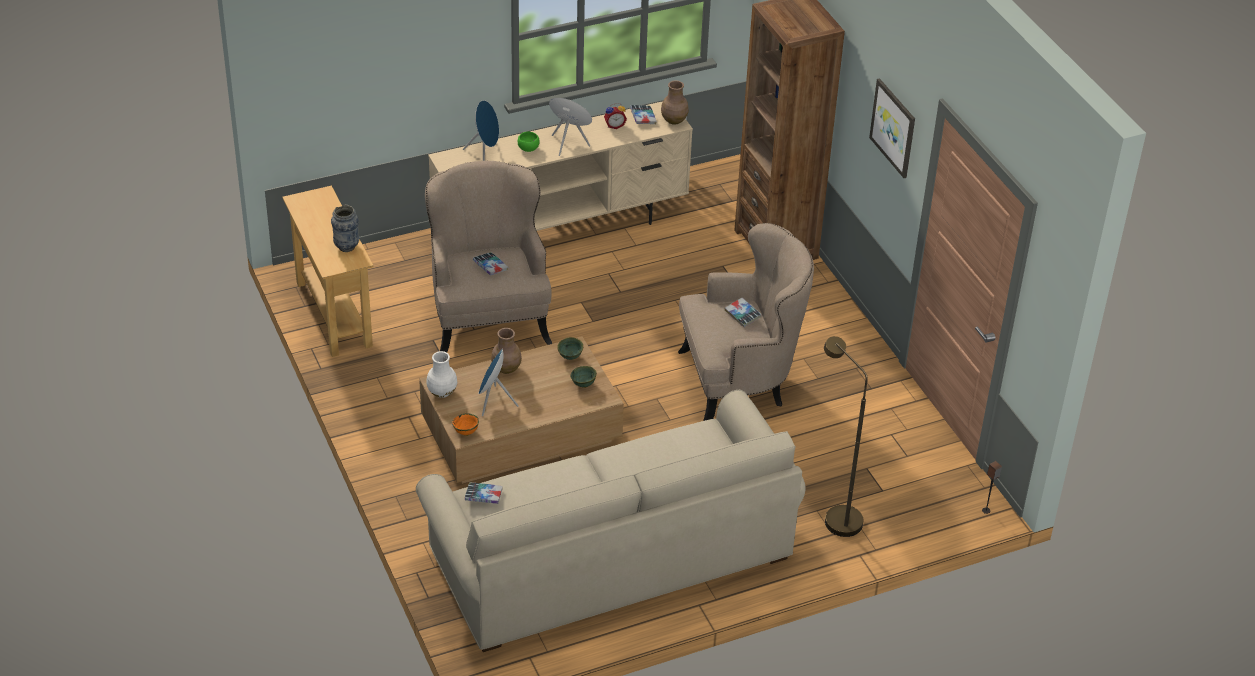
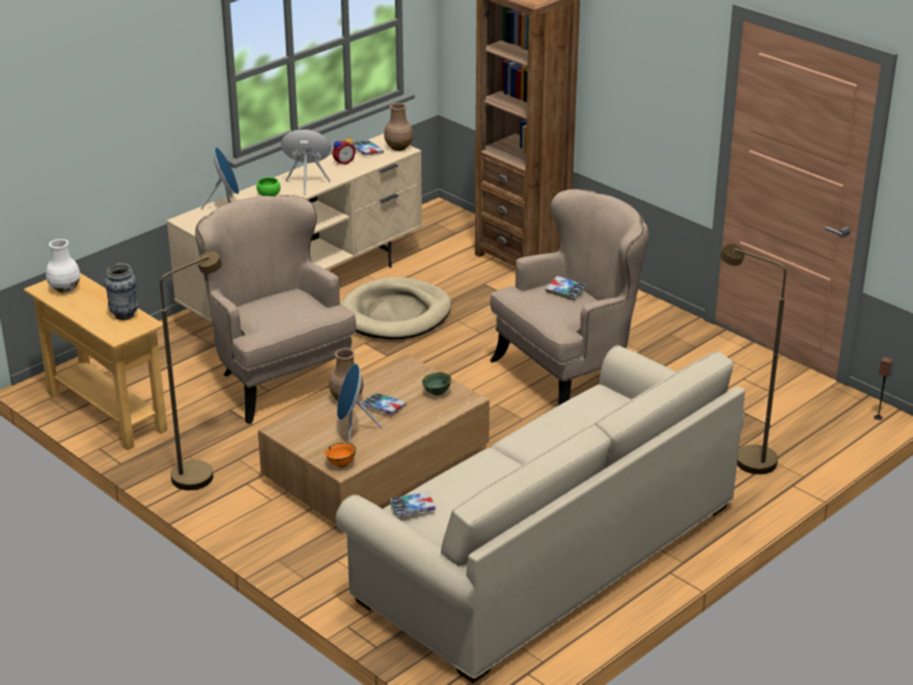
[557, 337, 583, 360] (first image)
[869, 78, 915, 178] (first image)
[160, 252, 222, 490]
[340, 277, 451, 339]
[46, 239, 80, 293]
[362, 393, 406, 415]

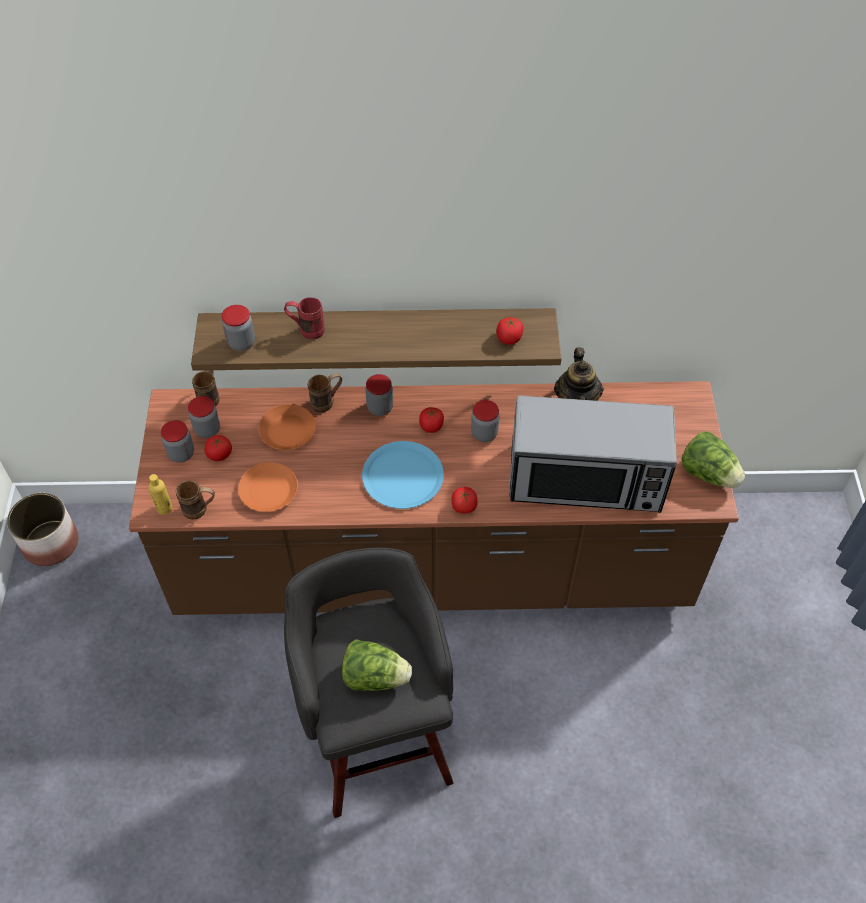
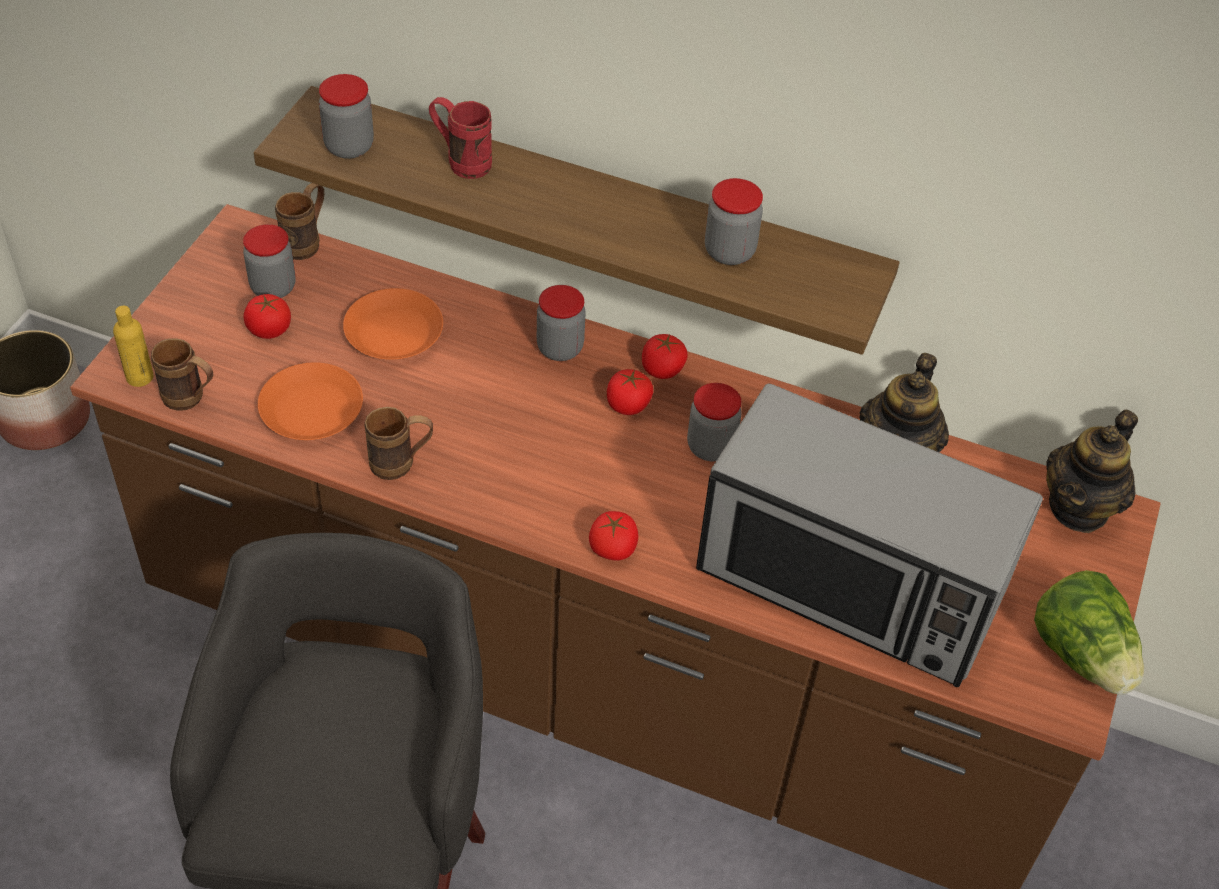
[342, 639, 412, 691] (first image)
[362, 441, 444, 509] (first image)
[1046, 410, 1138, 533]
[705, 178, 763, 265]
[364, 407, 433, 480]
[642, 334, 687, 379]

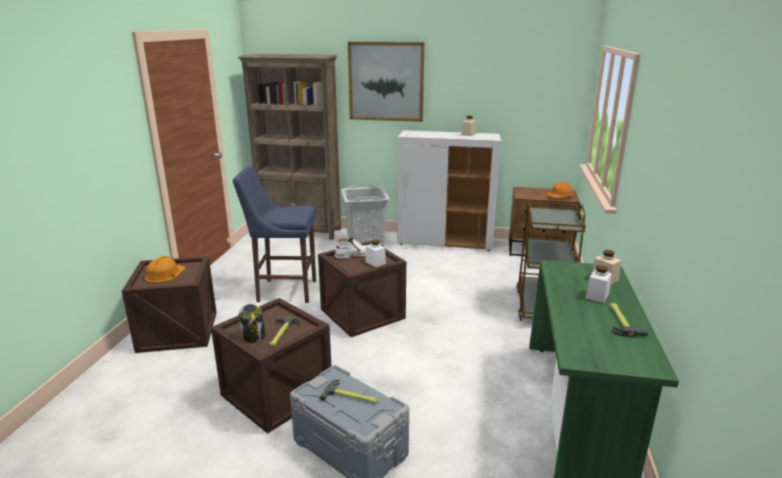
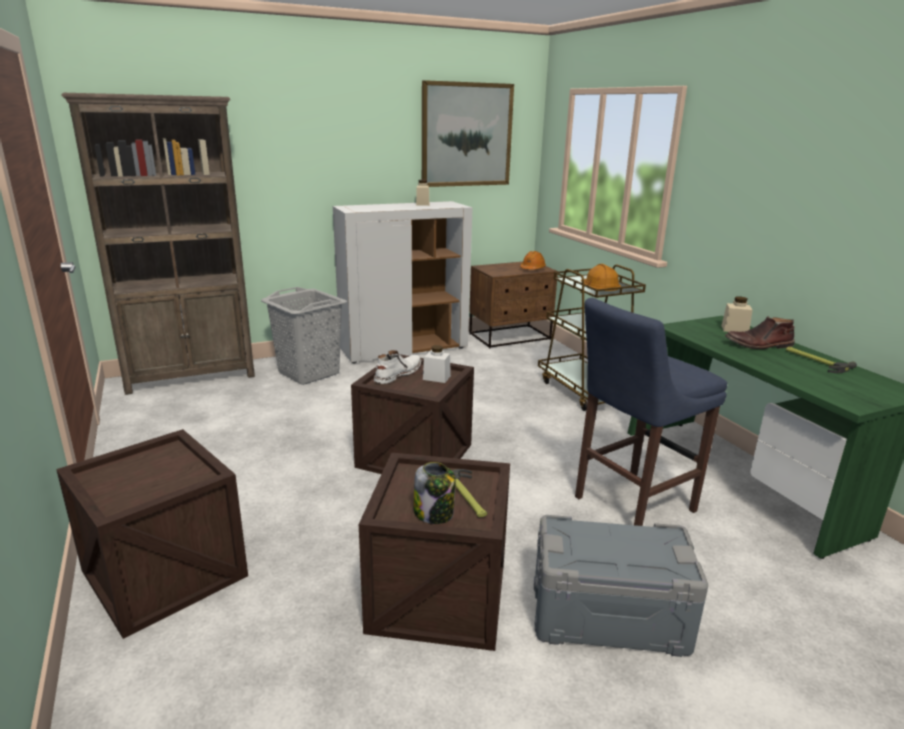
[320, 379, 378, 404] (first image)
[581, 264, 621, 291]
[575, 298, 727, 526]
[422, 80, 514, 187]
[725, 316, 795, 349]

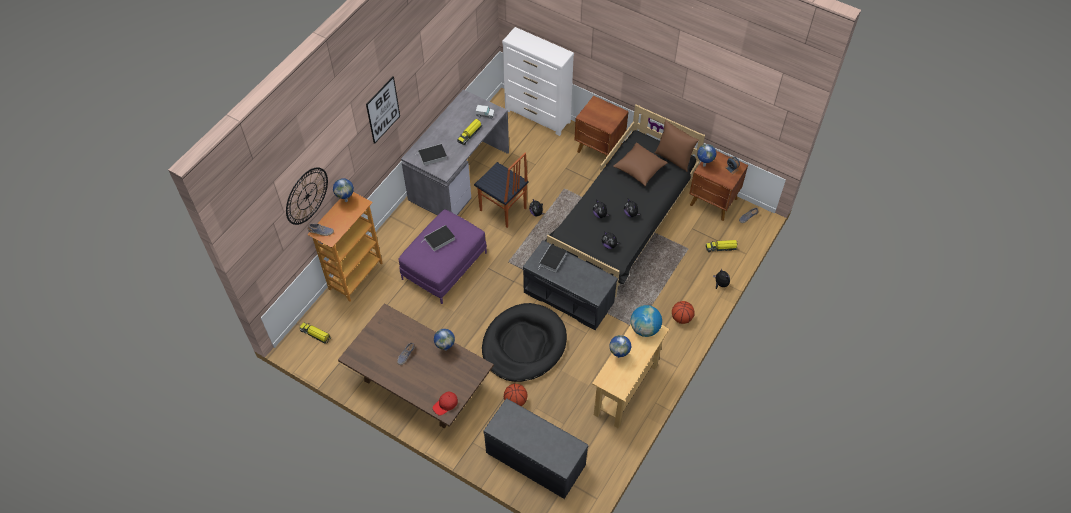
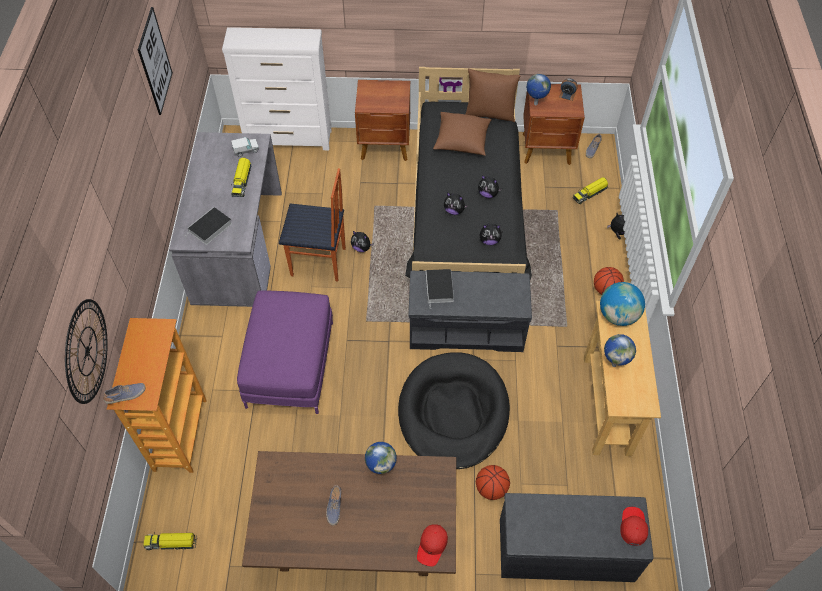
[333, 178, 354, 202] (first image)
[424, 225, 455, 251] (first image)
[620, 507, 648, 546]
[138, 7, 173, 115]

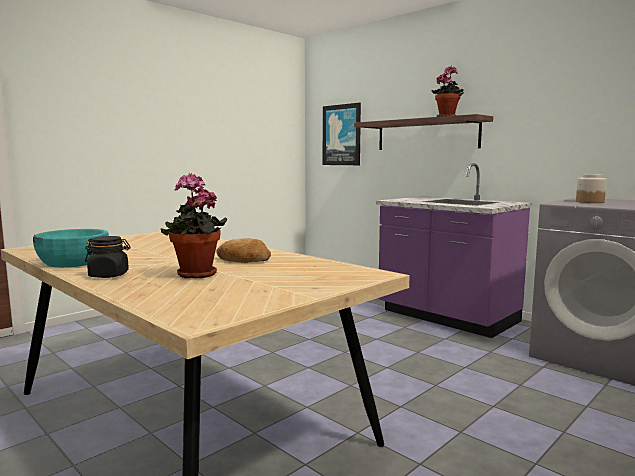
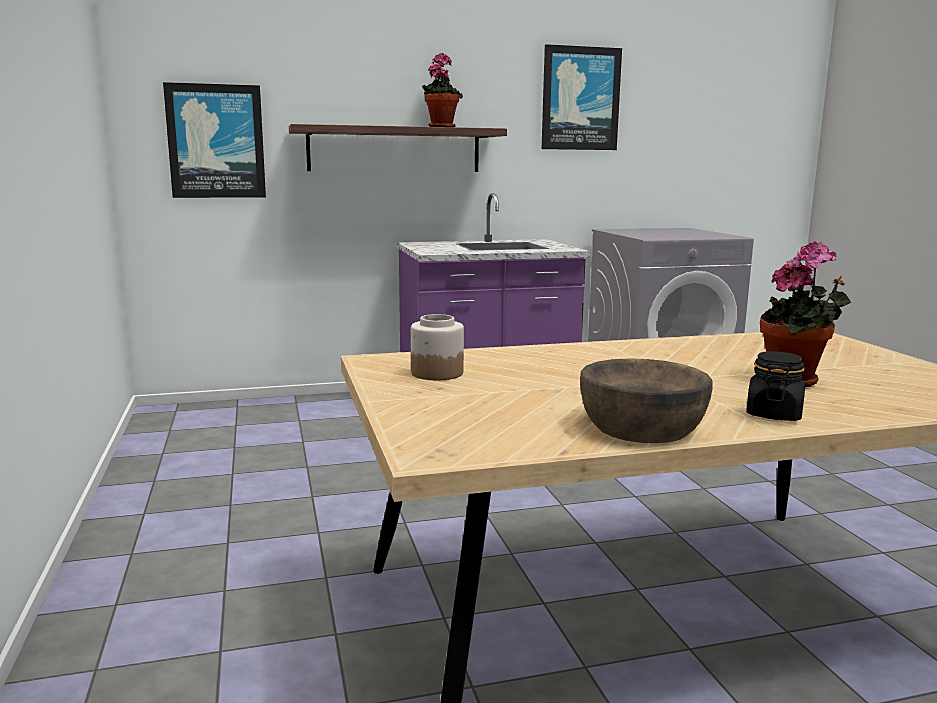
[216, 238, 271, 263] (first image)
[542, 44, 622, 150]
[411, 314, 464, 380]
[580, 358, 712, 443]

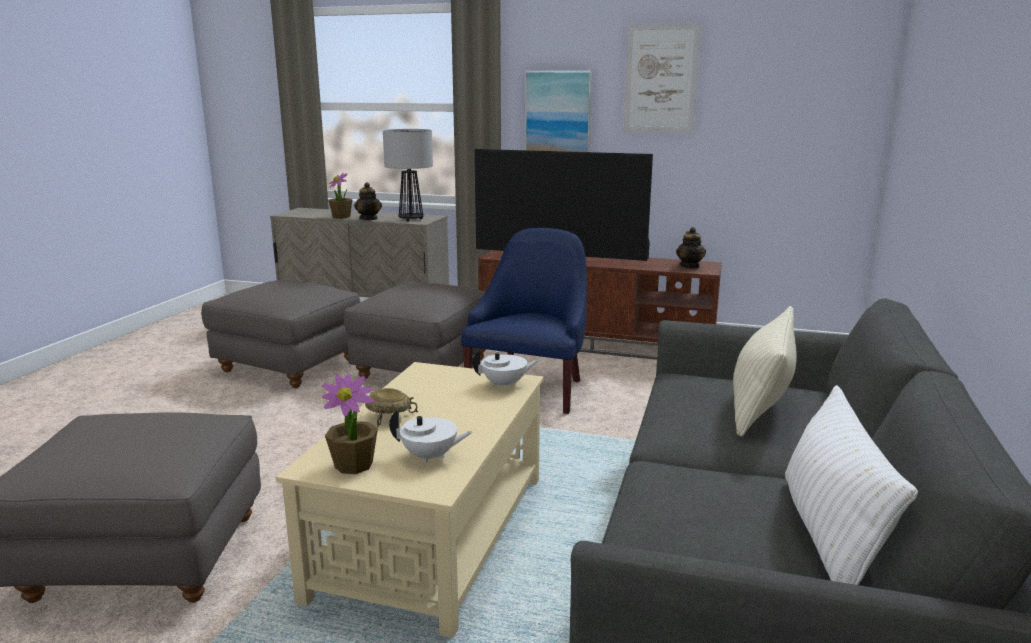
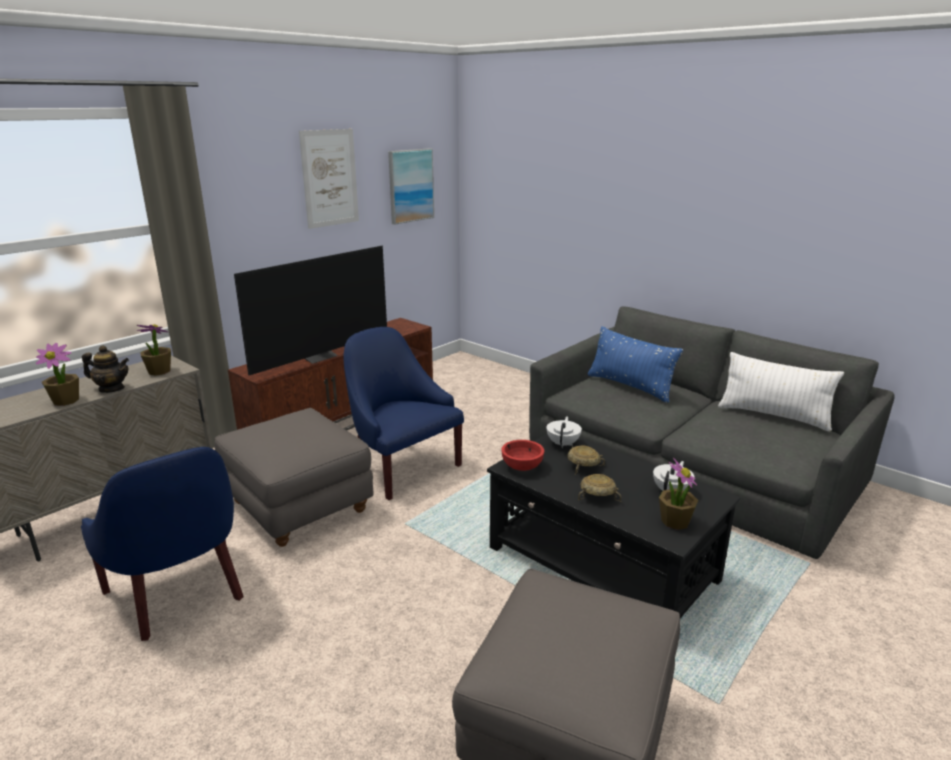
[676, 227, 706, 268] (first image)
[501, 440, 544, 471]
[567, 446, 605, 475]
[388, 148, 434, 225]
[81, 447, 244, 641]
[136, 324, 171, 376]
[487, 434, 740, 618]
[588, 326, 683, 403]

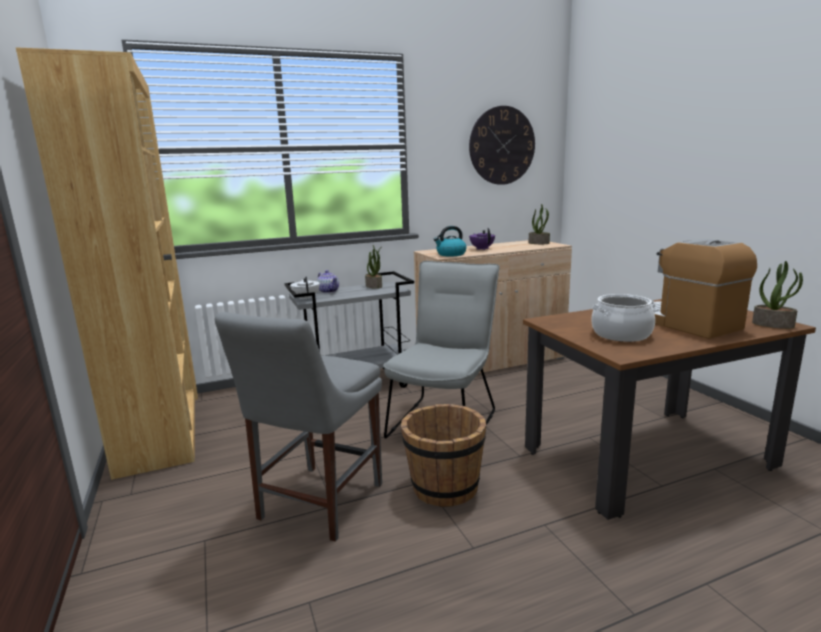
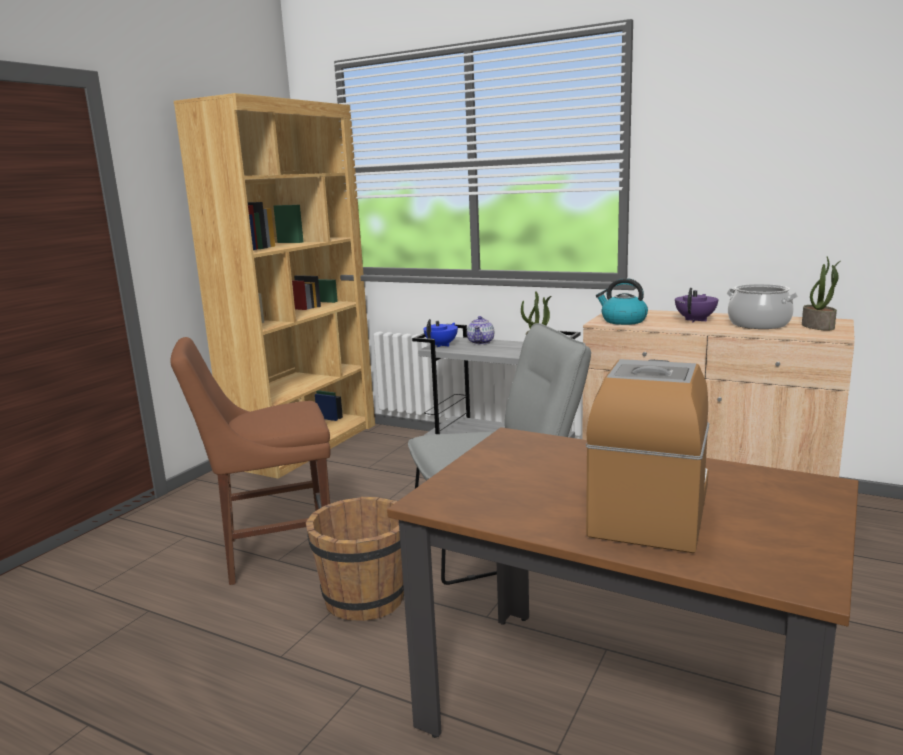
[469, 106, 535, 185] (first image)
[752, 261, 803, 329] (first image)
[726, 284, 798, 329]
[170, 337, 331, 585]
[424, 319, 458, 347]

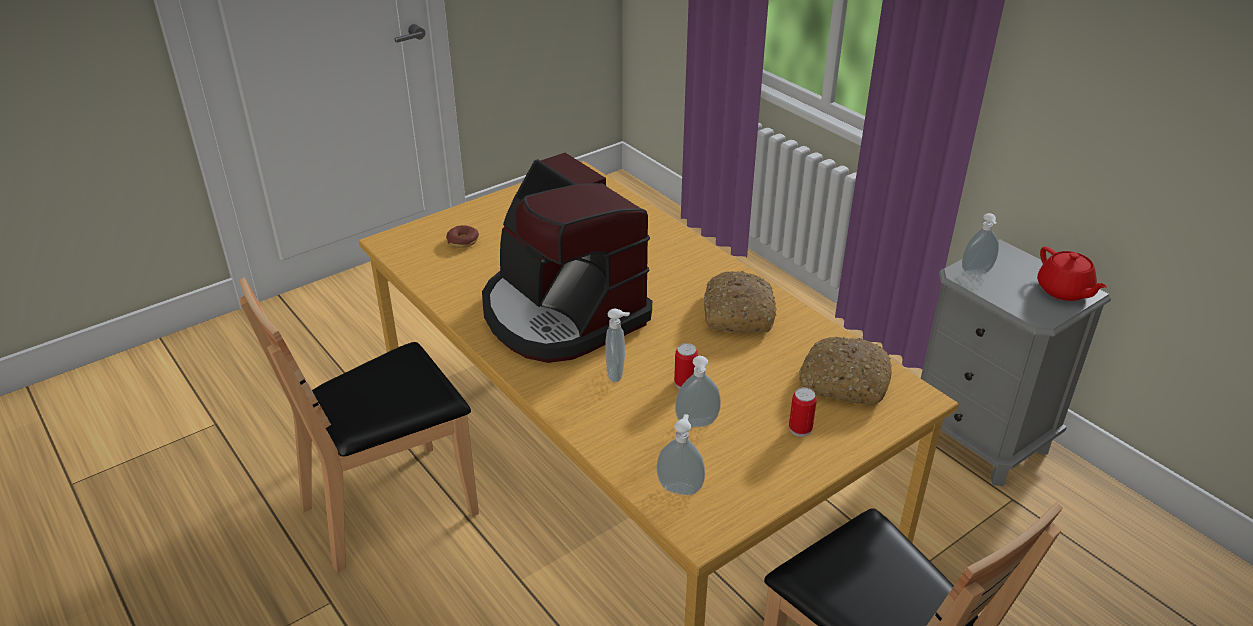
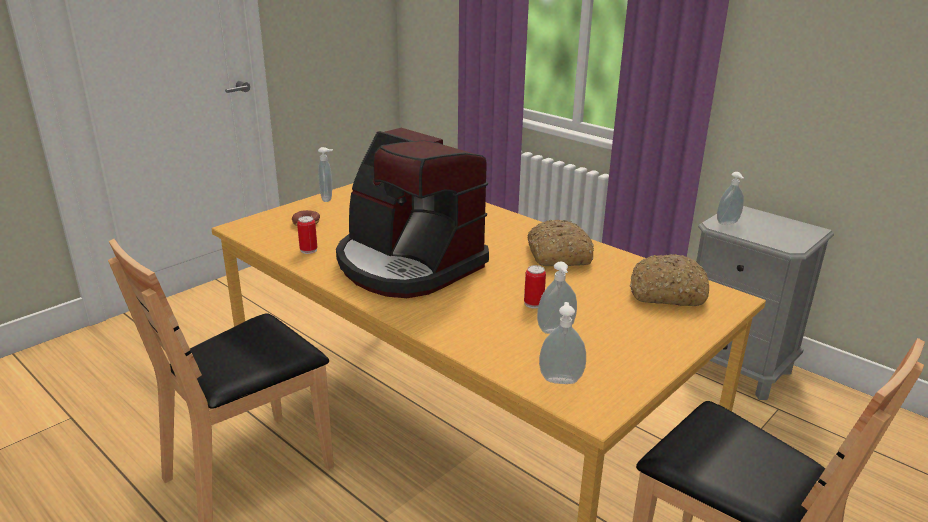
[1038, 246, 1107, 301] (first image)
[318, 147, 333, 202]
[297, 216, 317, 254]

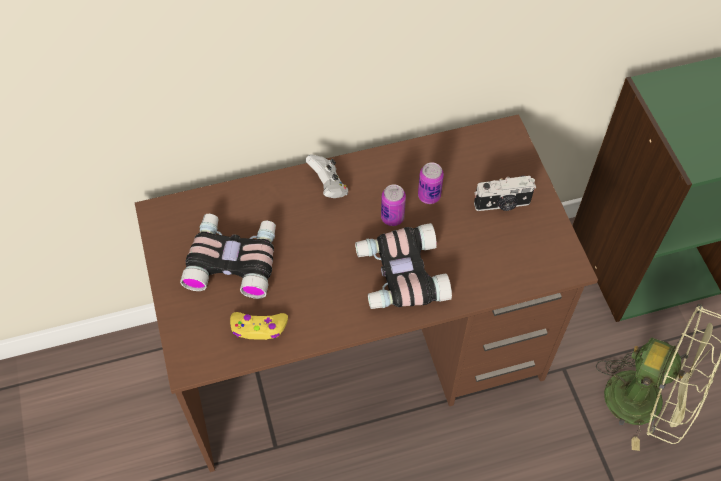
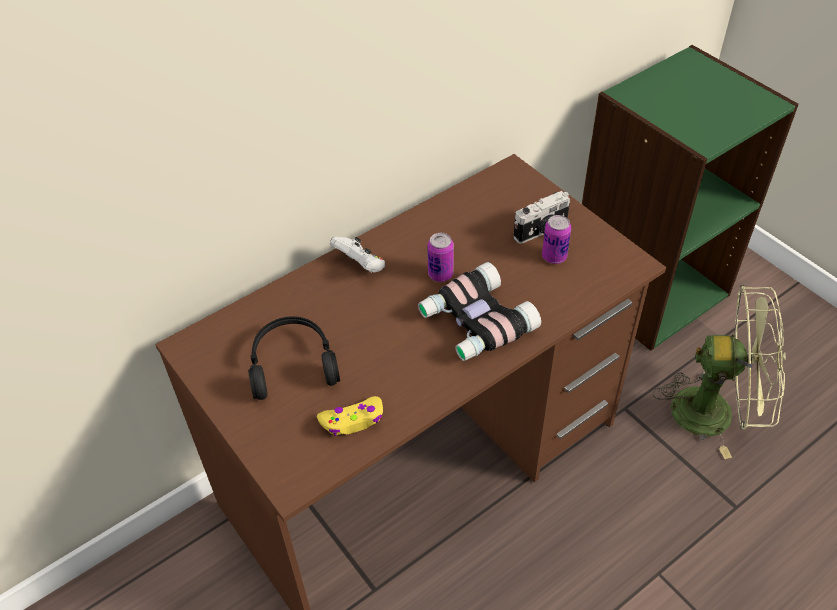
[542, 215, 571, 264]
[248, 316, 340, 400]

